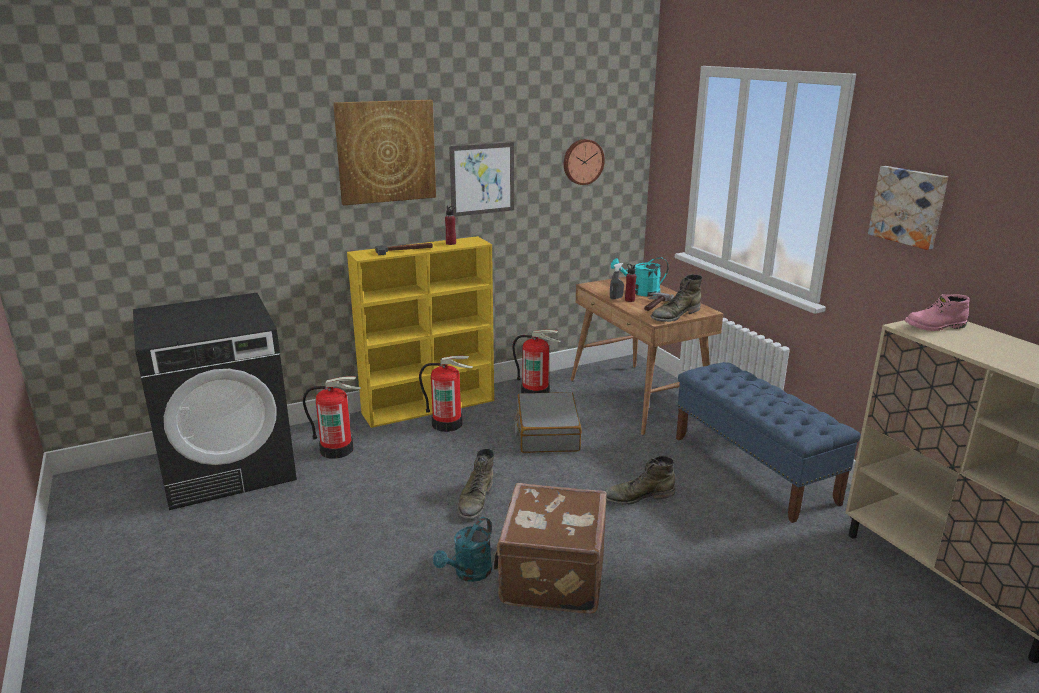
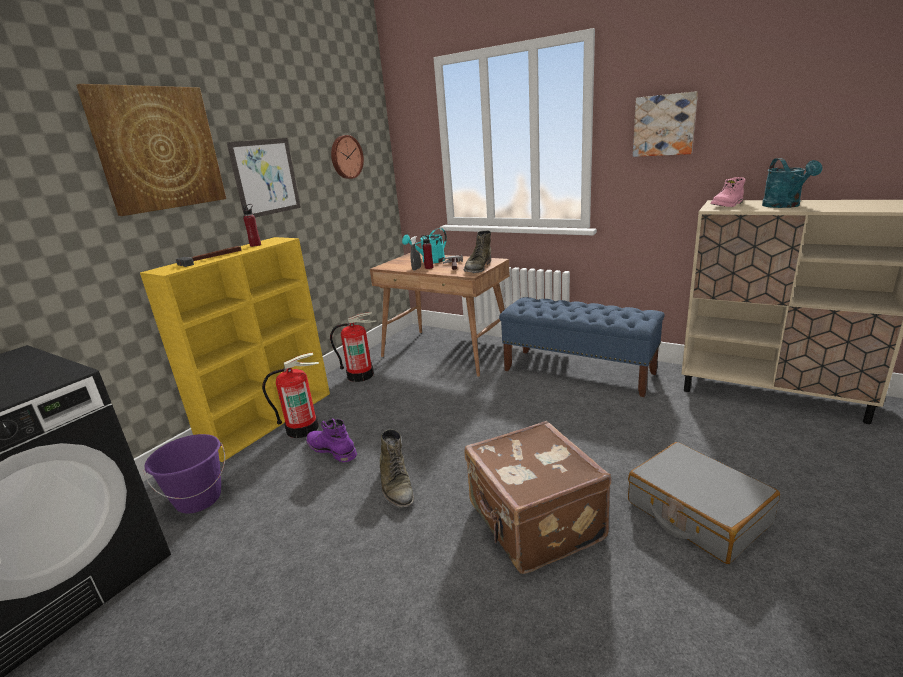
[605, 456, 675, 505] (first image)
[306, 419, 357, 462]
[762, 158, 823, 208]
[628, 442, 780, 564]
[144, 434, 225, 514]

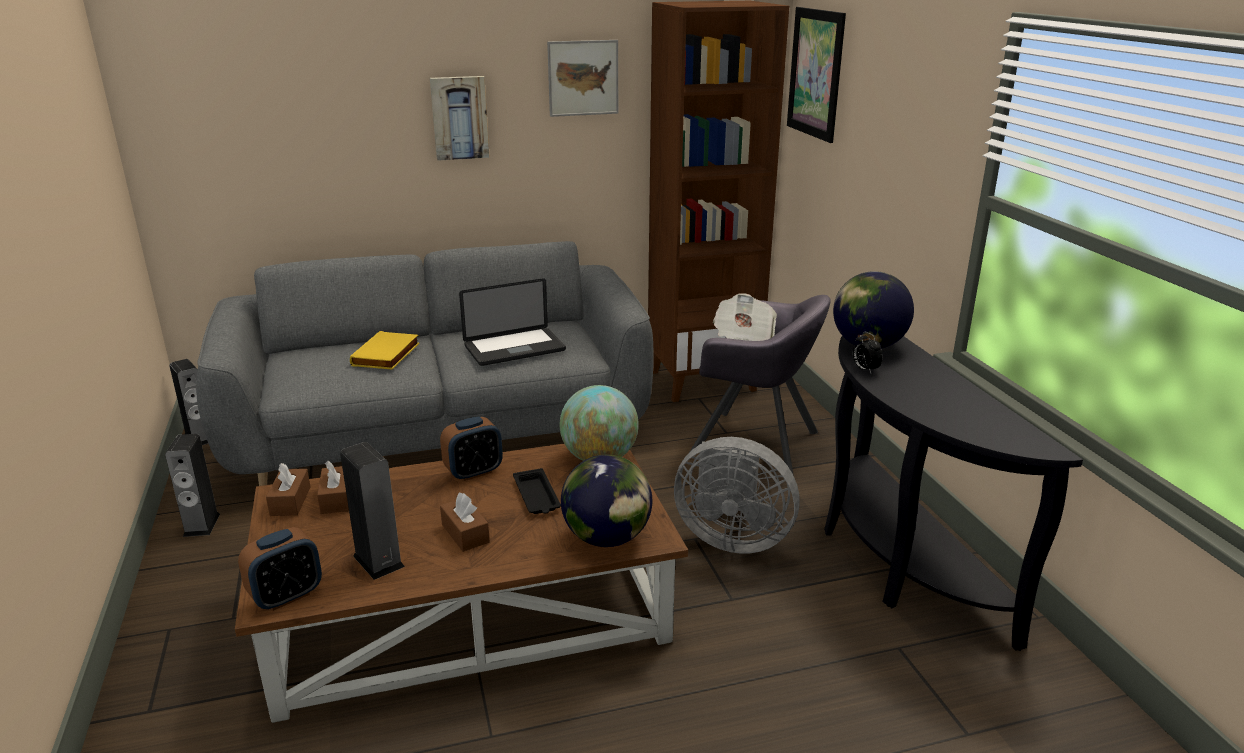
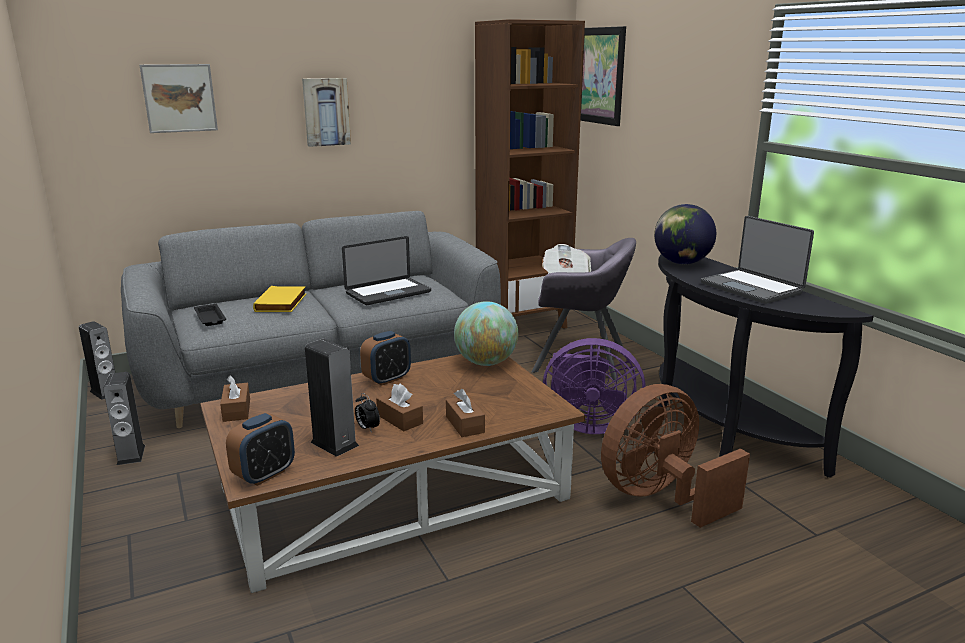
[561, 455, 652, 547] (first image)
[601, 384, 750, 528]
[701, 216, 814, 304]
[446, 389, 485, 437]
[194, 304, 226, 326]
[140, 64, 218, 133]
[355, 393, 380, 433]
[543, 338, 645, 434]

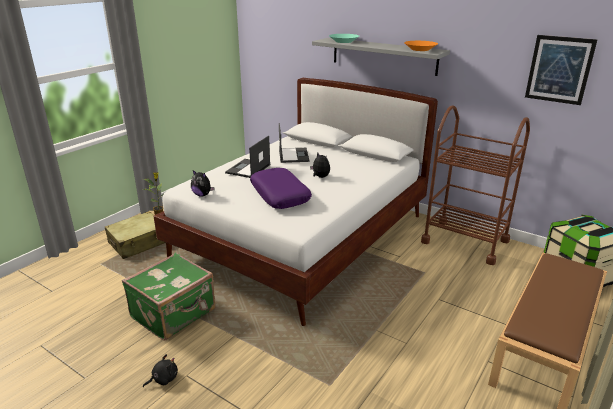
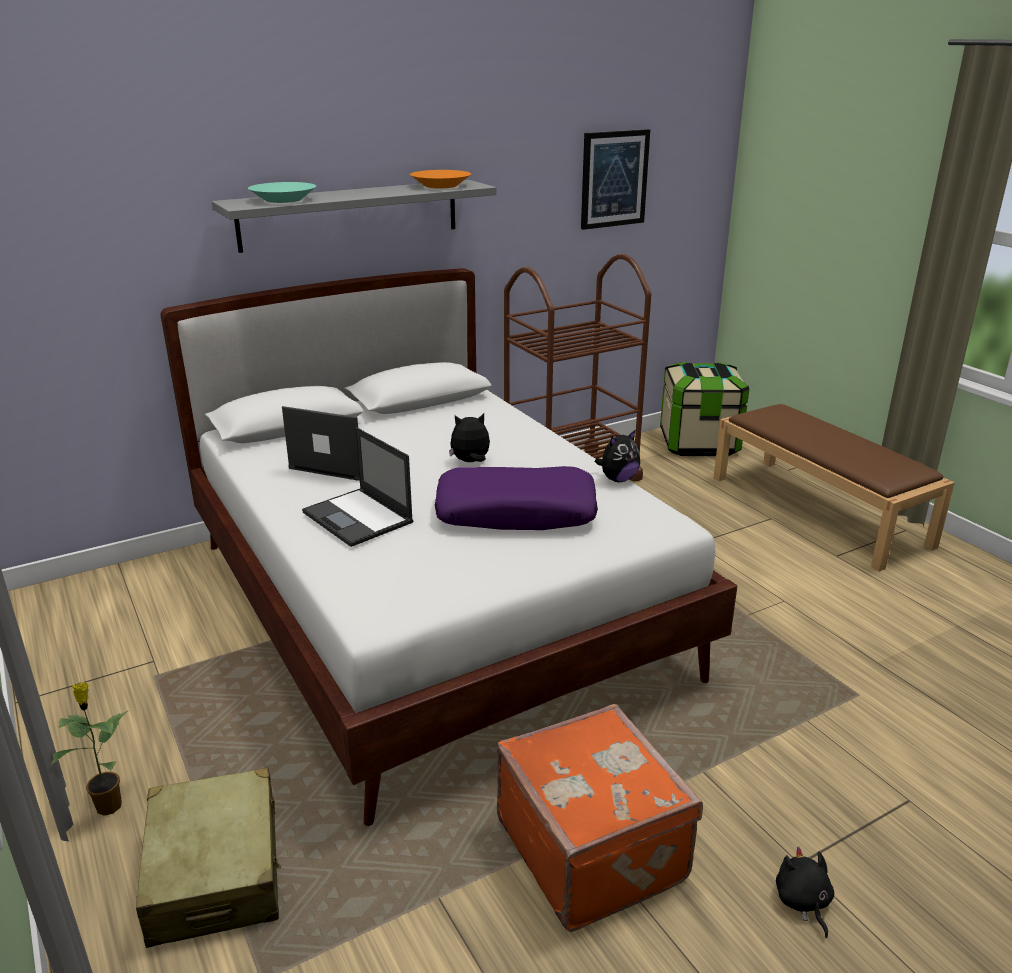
[595, 429, 640, 482]
[497, 704, 703, 932]

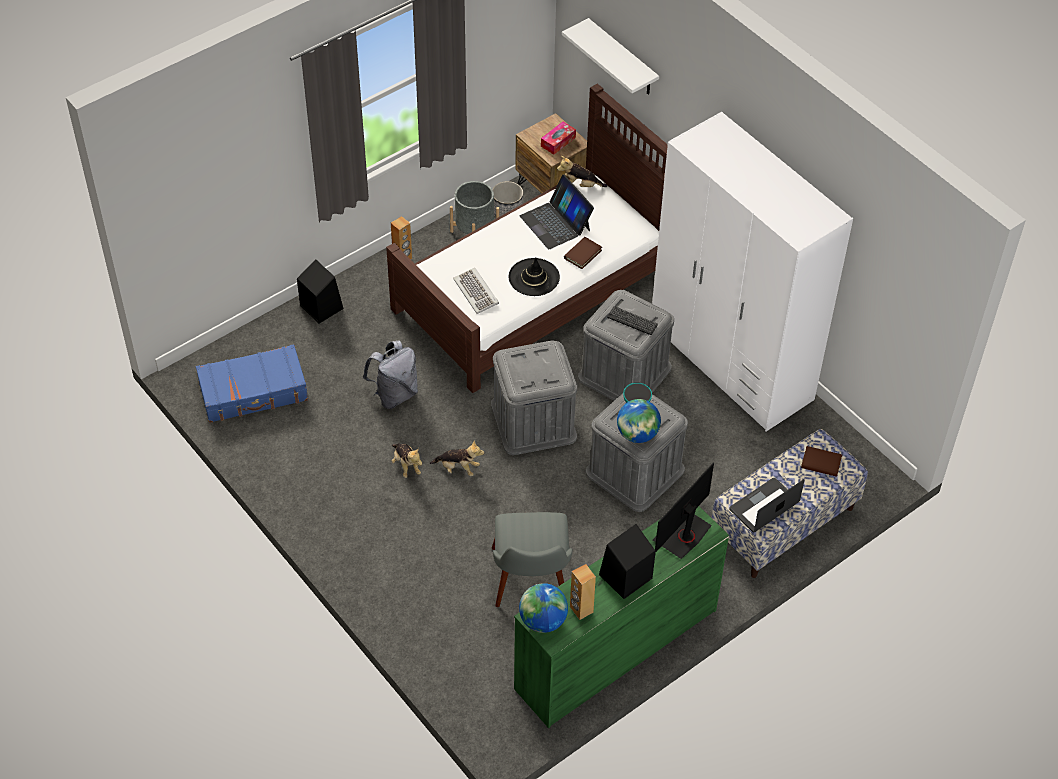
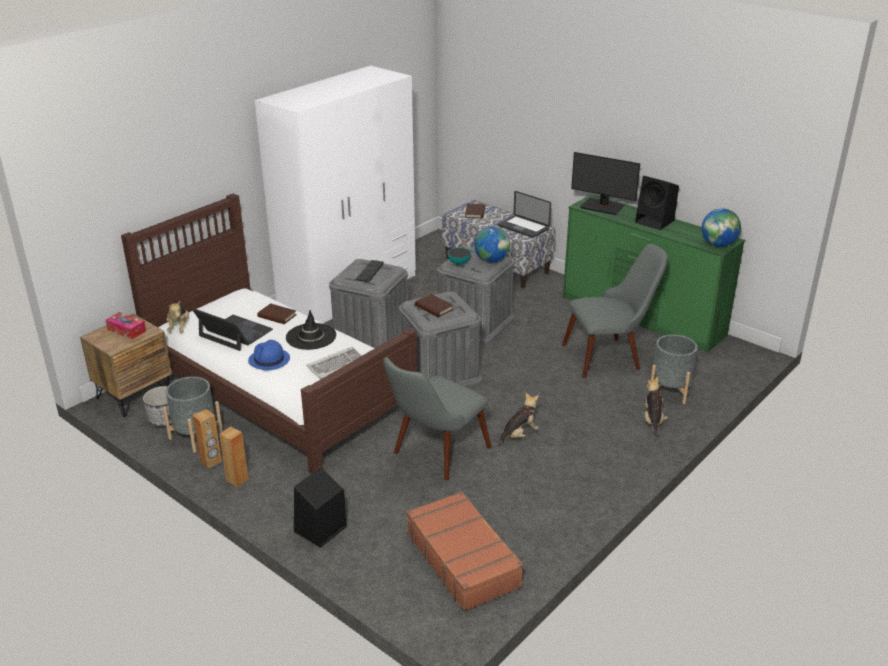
[562, 18, 659, 95] (first image)
[248, 340, 290, 371]
[415, 294, 454, 317]
[651, 335, 698, 404]
[645, 377, 668, 438]
[192, 409, 222, 468]
[383, 357, 491, 481]
[407, 491, 523, 612]
[193, 308, 273, 351]

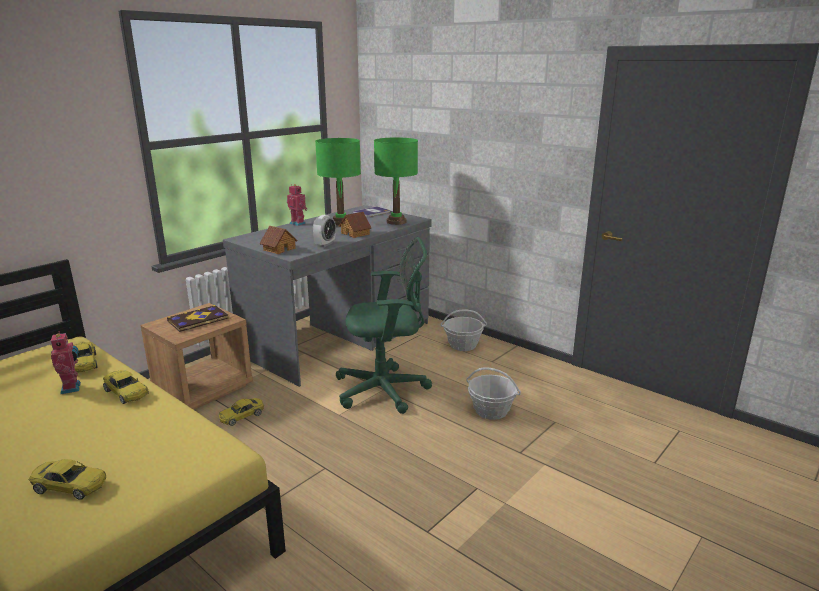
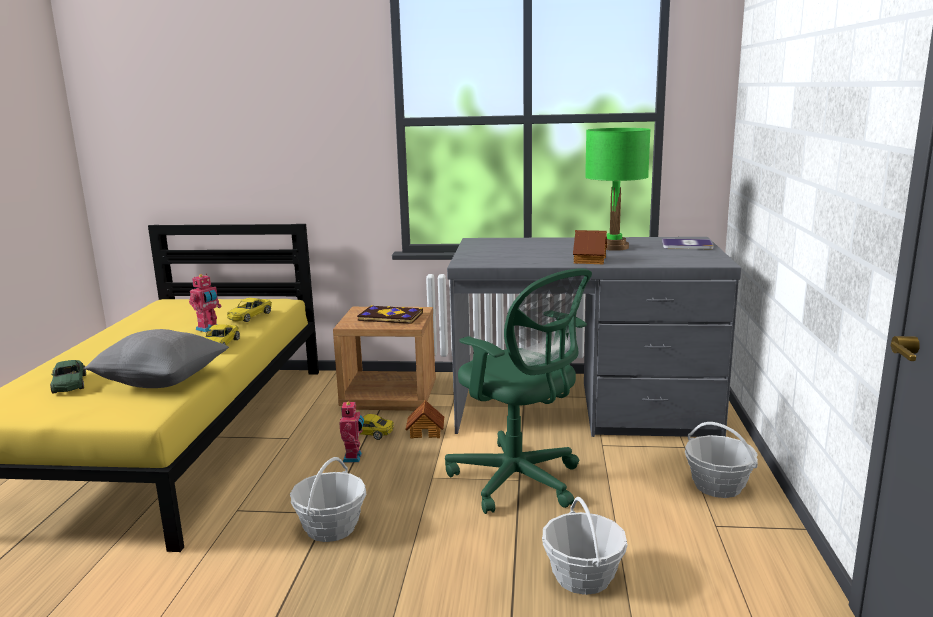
[313, 215, 336, 247] (first image)
[374, 137, 418, 225] (first image)
[84, 329, 229, 388]
[290, 457, 366, 542]
[405, 400, 444, 439]
[339, 399, 364, 463]
[50, 360, 86, 394]

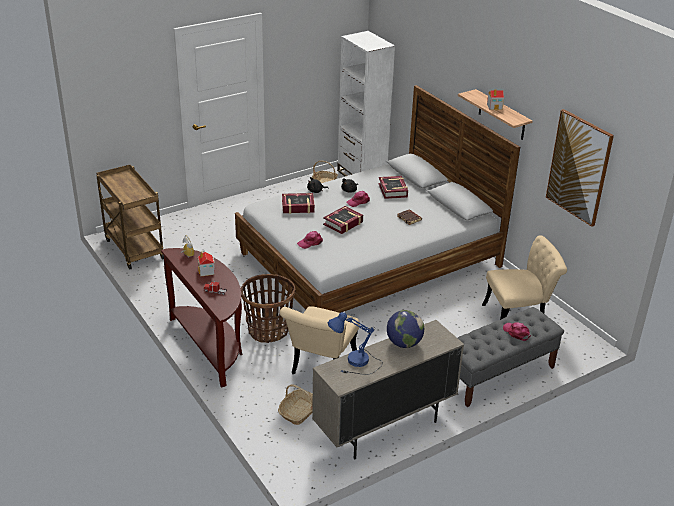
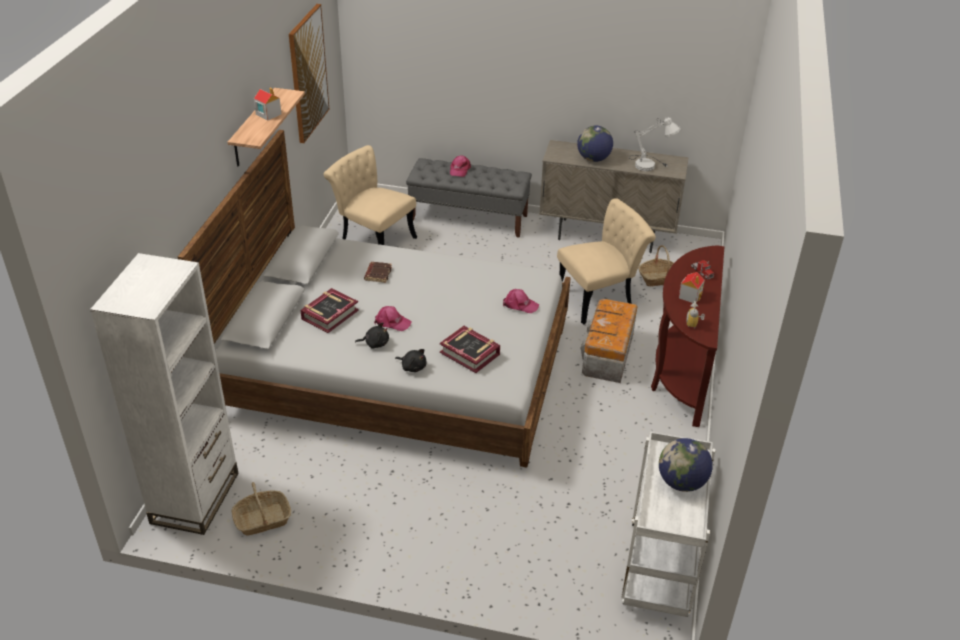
[323, 206, 363, 234] (first image)
[659, 438, 713, 492]
[581, 299, 637, 383]
[621, 432, 715, 617]
[629, 116, 681, 171]

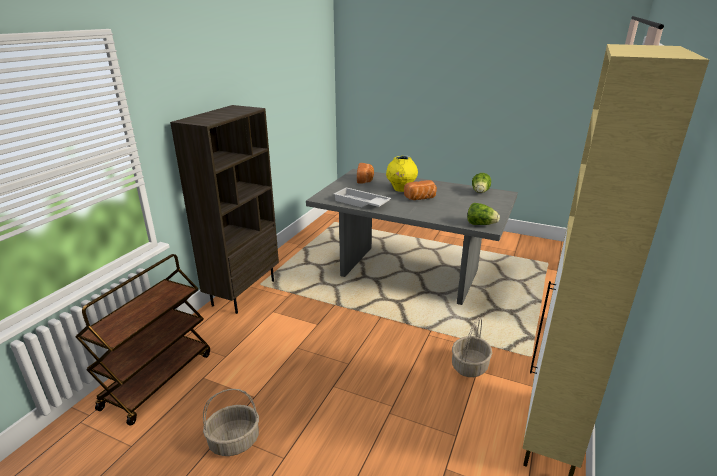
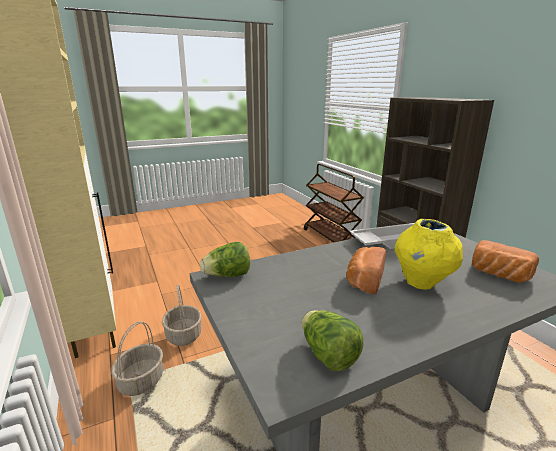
[111, 322, 163, 396]

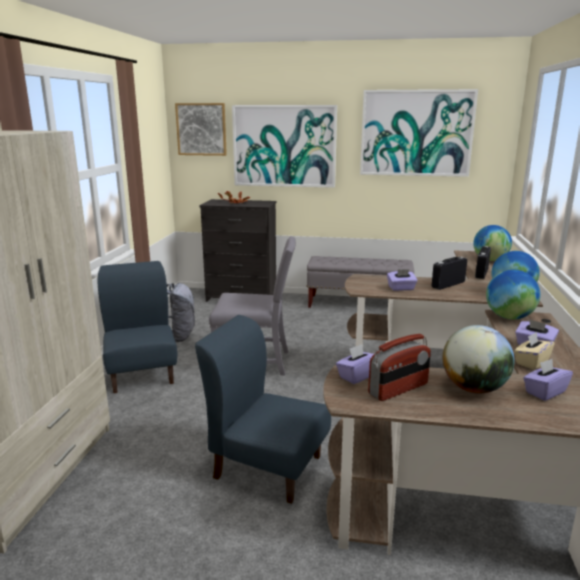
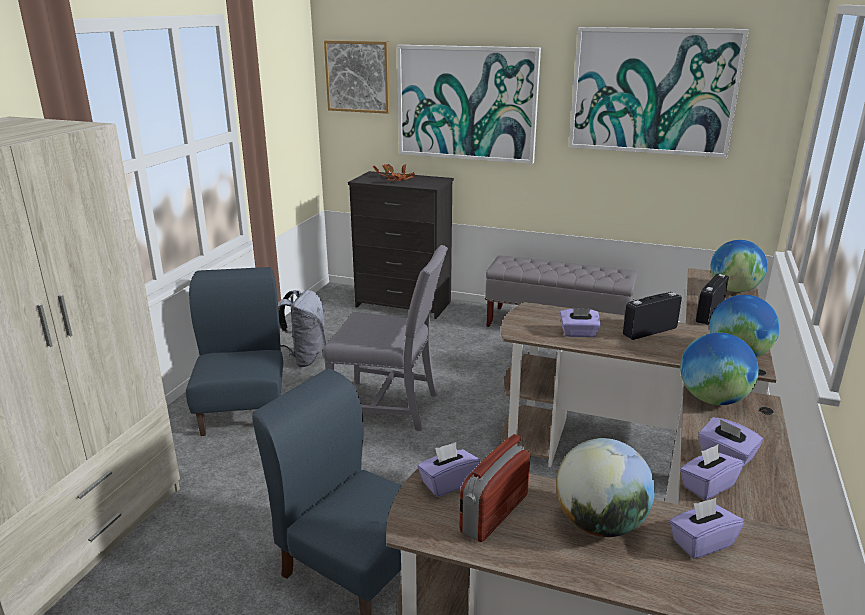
[680, 444, 744, 500]
[459, 434, 530, 542]

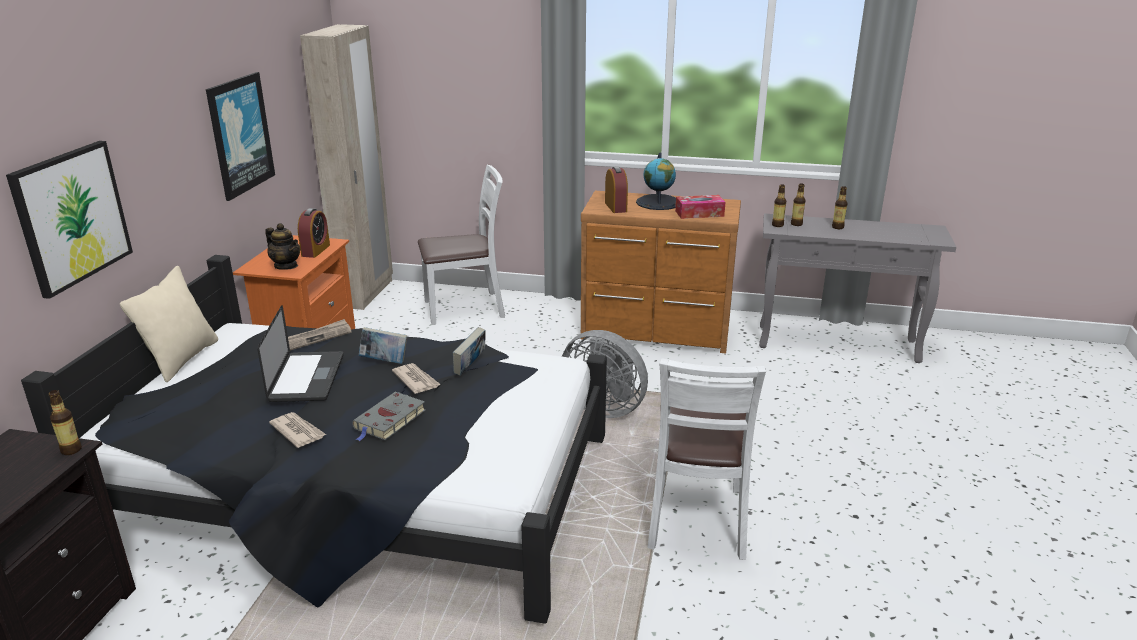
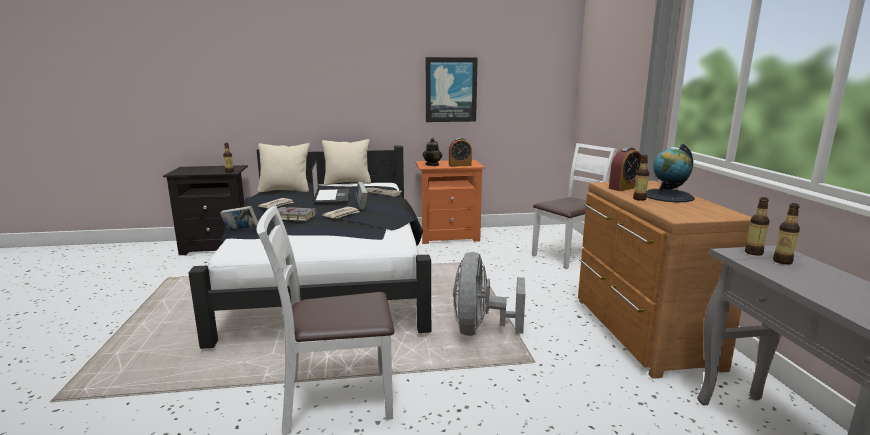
[6, 141, 133, 299] (first image)
[300, 24, 393, 310] (first image)
[675, 195, 725, 219] (first image)
[258, 143, 310, 192]
[220, 206, 258, 231]
[633, 155, 649, 201]
[311, 160, 349, 204]
[532, 143, 617, 269]

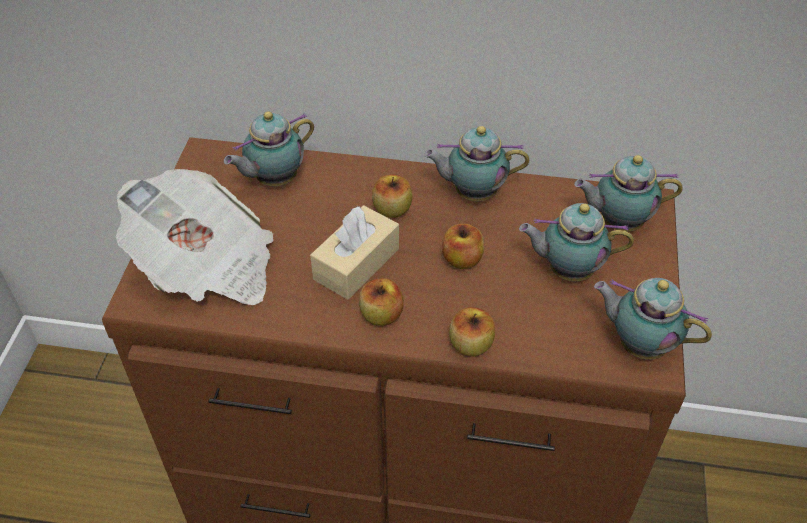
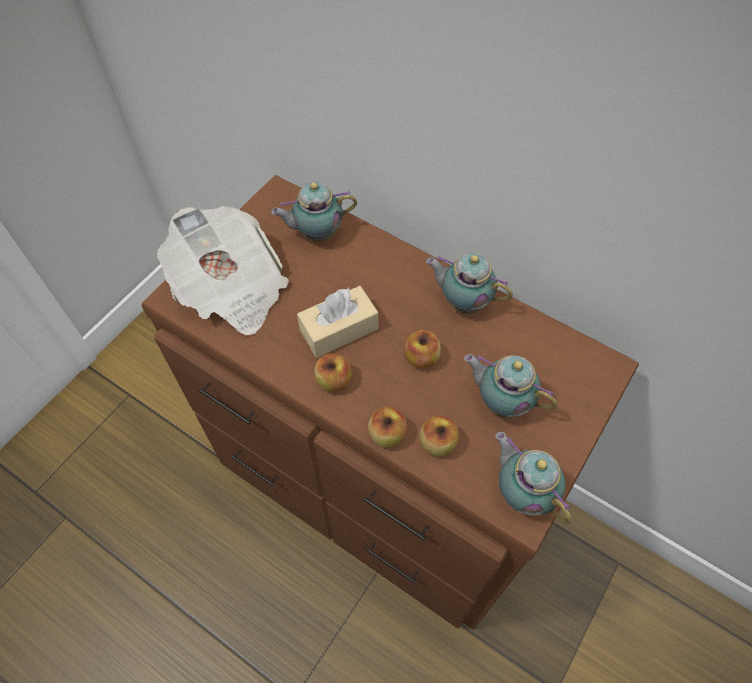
[574, 155, 683, 232] (first image)
[419, 415, 459, 457]

